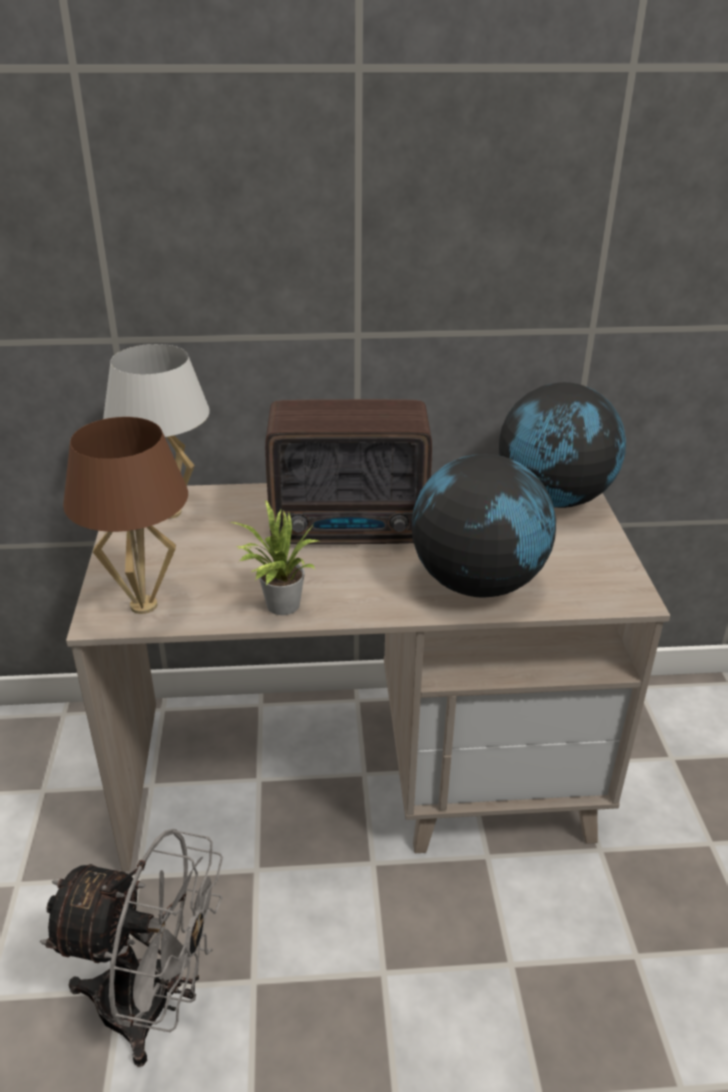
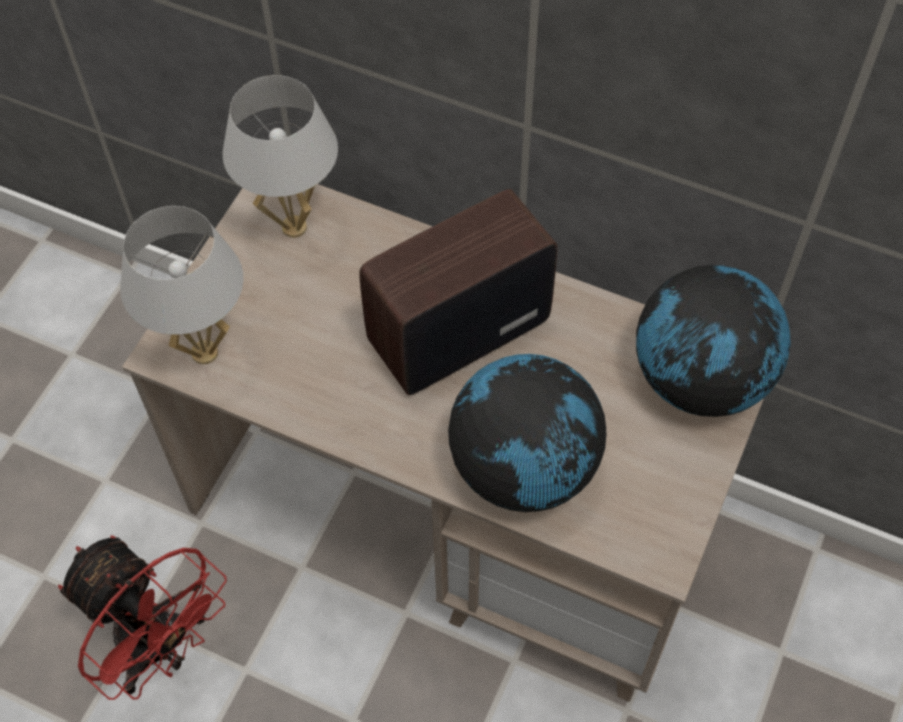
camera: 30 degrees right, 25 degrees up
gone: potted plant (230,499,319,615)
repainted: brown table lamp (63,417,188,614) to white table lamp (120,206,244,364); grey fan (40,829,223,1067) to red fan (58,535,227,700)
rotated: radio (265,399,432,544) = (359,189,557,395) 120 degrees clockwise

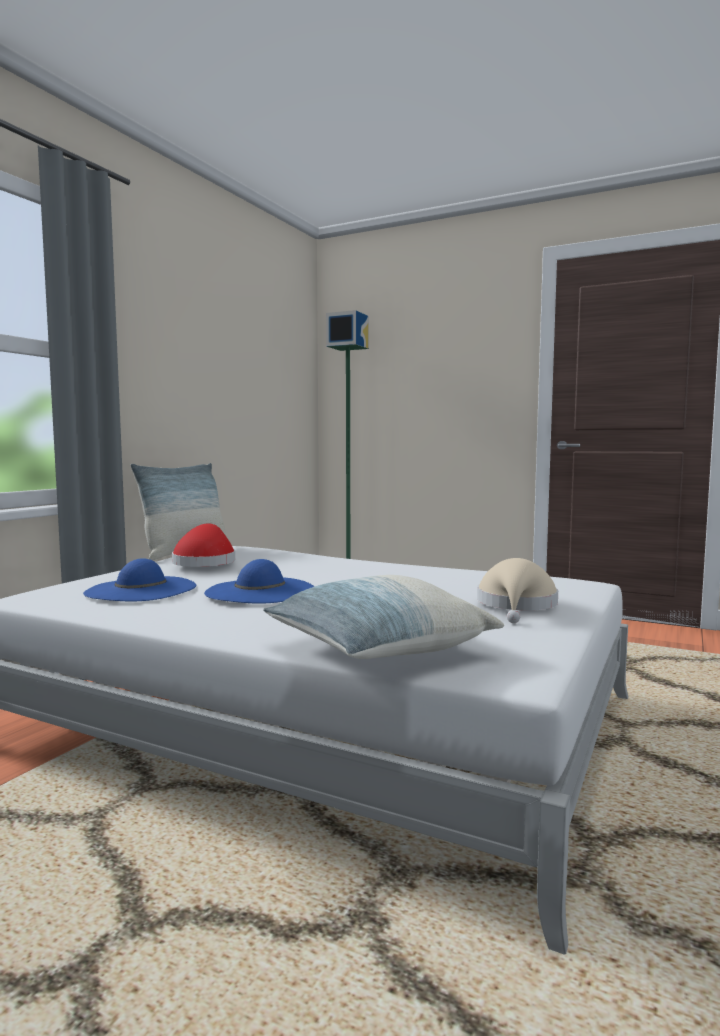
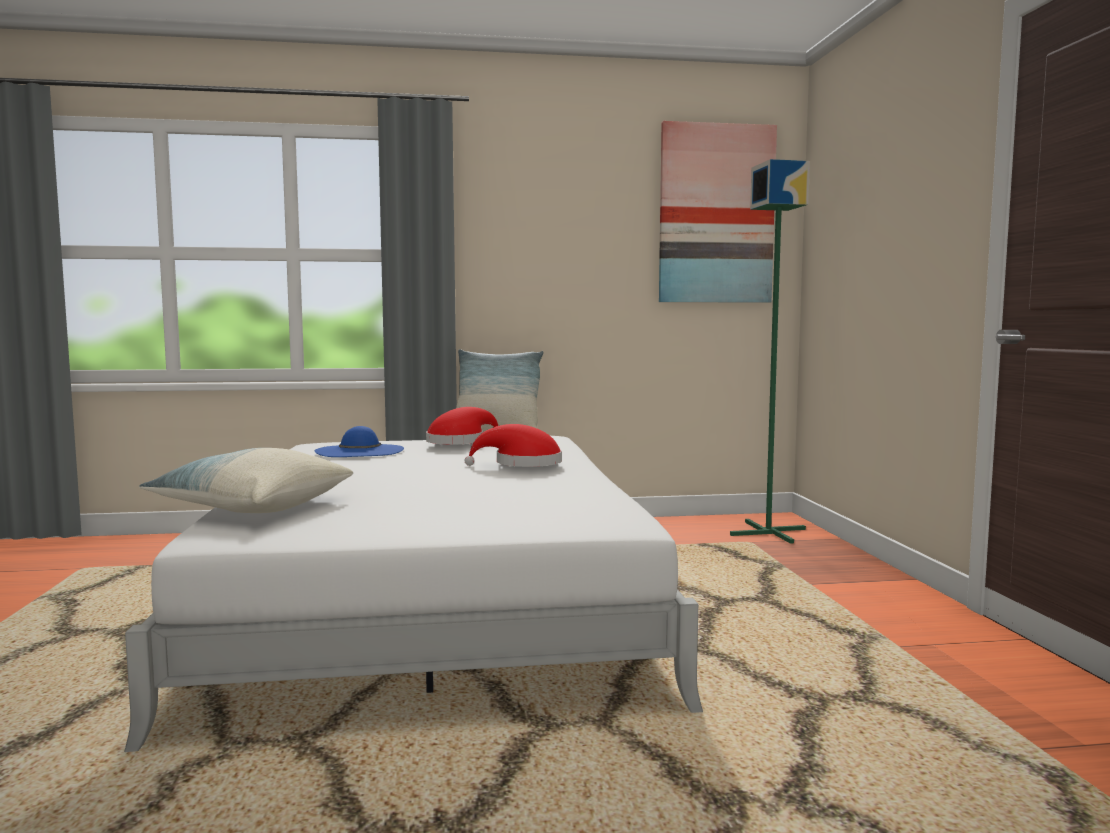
camera: 55 degrees right, 0 degrees up
gone: beige hat (477,558,558,623); blue hat (204,559,314,604)
new: picture (659,121,777,303); red hat (465,424,562,467)

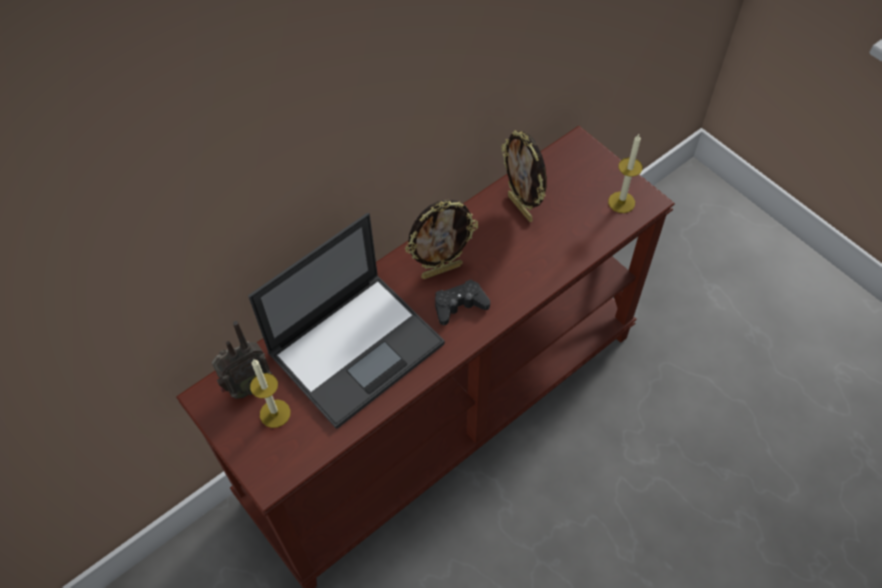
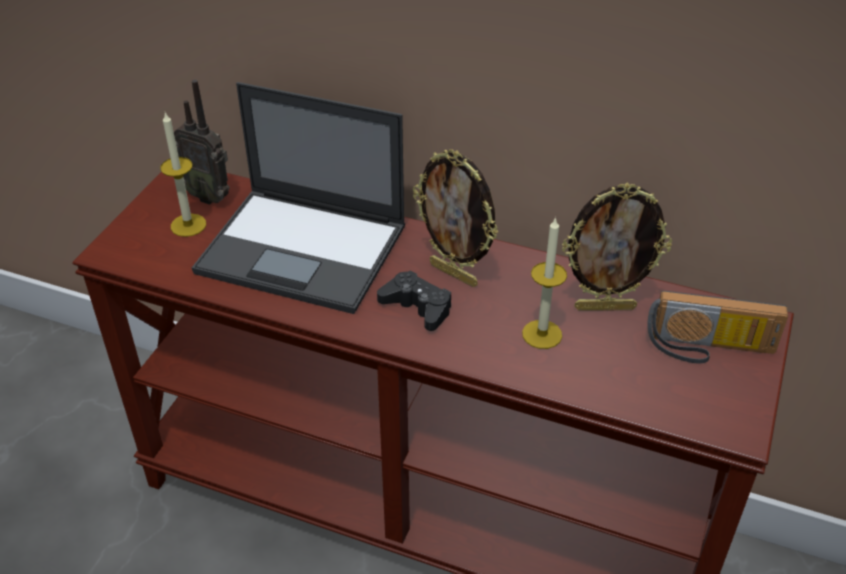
camera: 60 degrees right, 15 degrees down
new: radio (647,291,788,364)
shifted: candle (608,134,643,213) to (522,217,567,349)
rotated: picture frame (501,130,547,222) = (562,183,672,311) 120 degrees counterclockwise

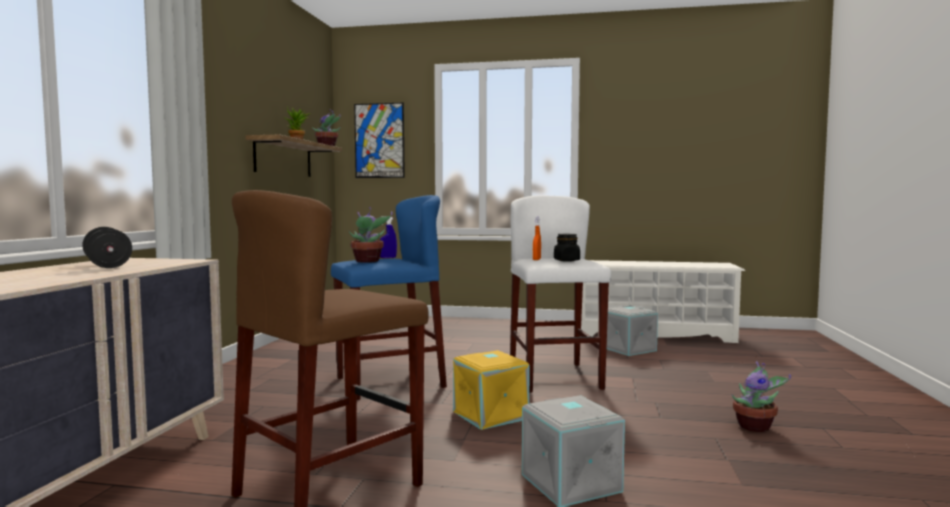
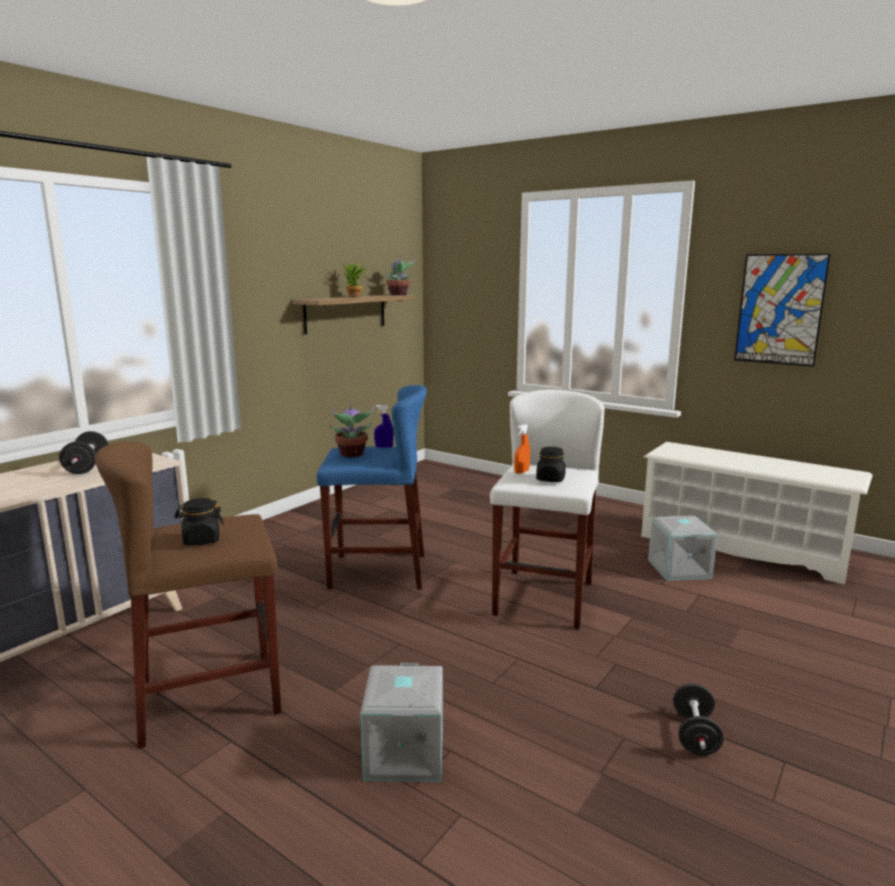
camera: 25 degrees right, 10 degrees up
gone: yellow storage box (453,350,530,430)
new: black jar (175,498,224,546)
shifted: picture (354,103,405,178) to (734,254,831,367)
swapped: potted plant (732,361,791,432) to black dumbbell (673,683,723,755)

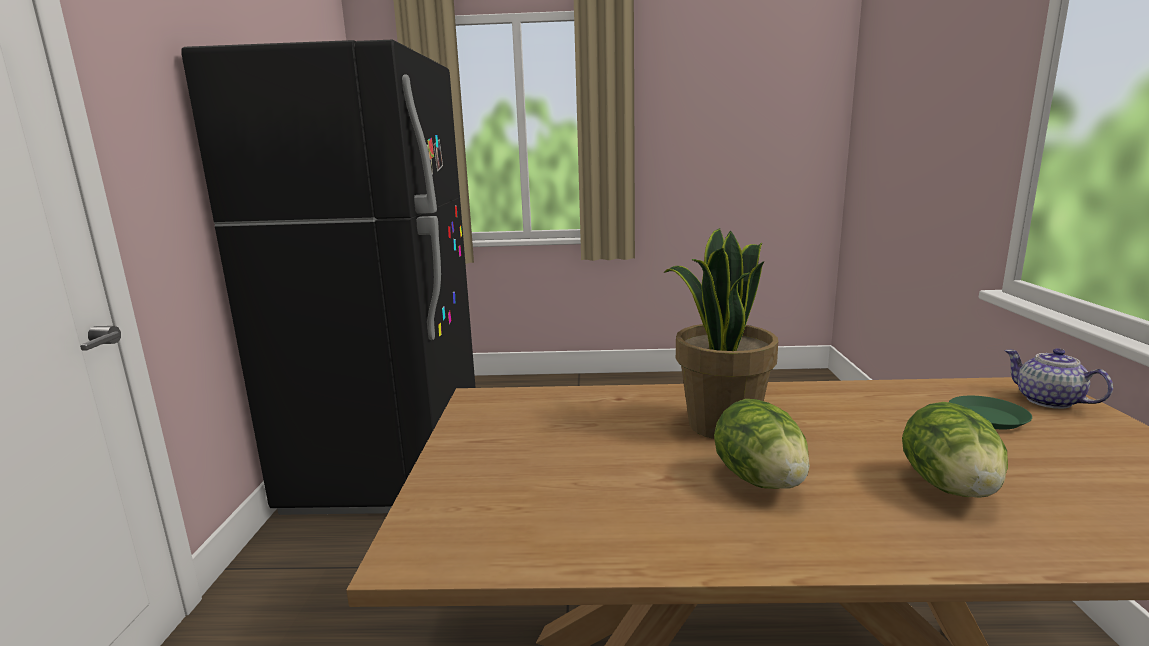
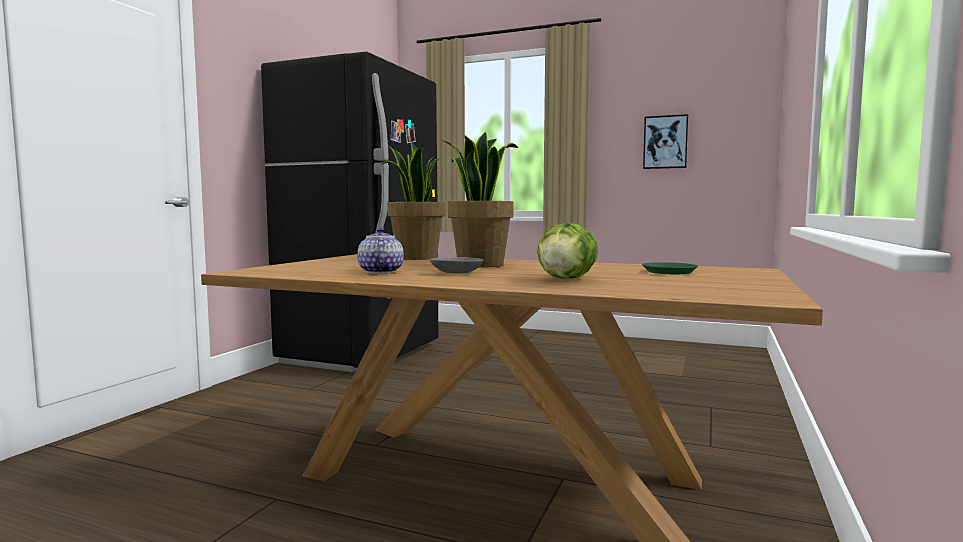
camera: 20 degrees right, 10 degrees down
new: picture (643,114,688,169); potted plant (381,142,445,260)
shifted: teapot (1004,348,1113,409) to (357,228,404,274)
swapped: lettuce (714,399,810,489) to grey bowl (430,257,484,273)

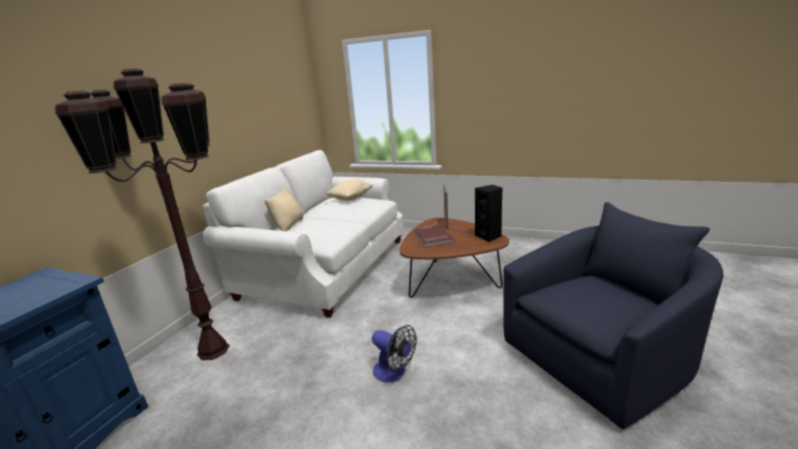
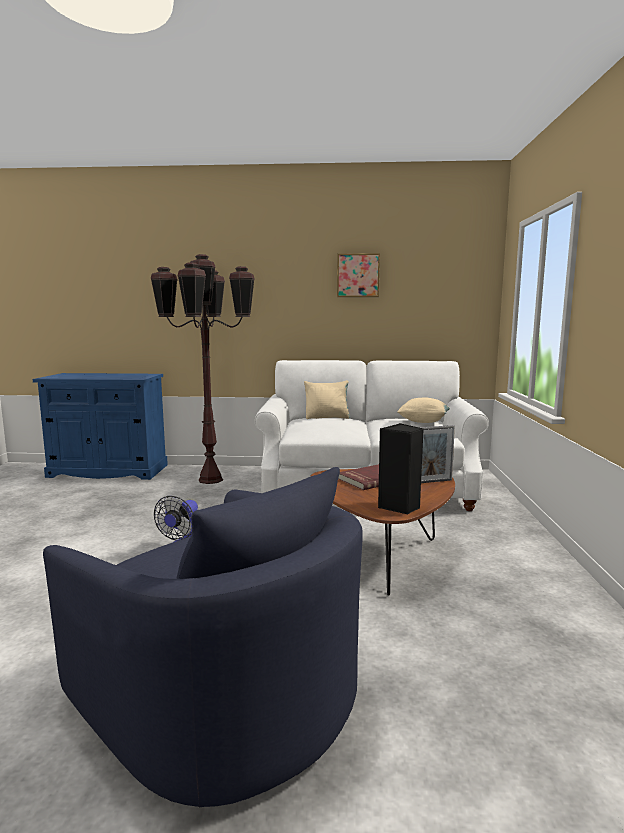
camera: 70 degrees right, 10 degrees down
new: picture (337,253,380,297)

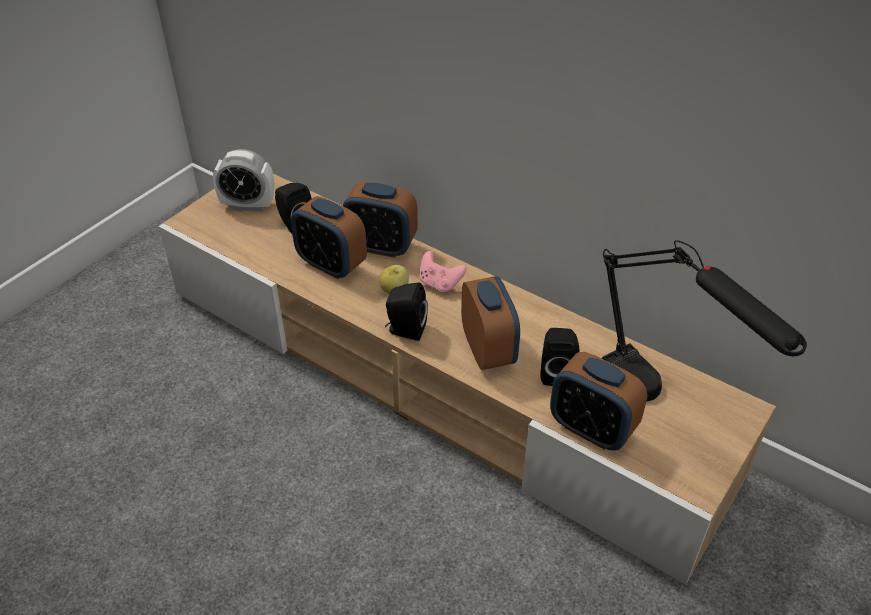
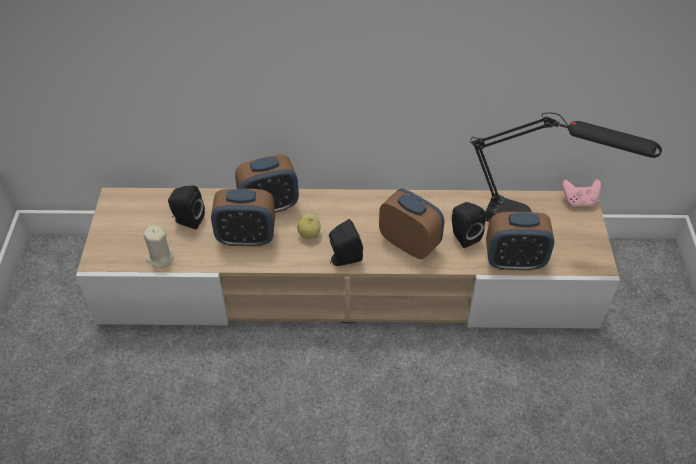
camera: 35 degrees left, 5 degrees up
gone: alarm clock (213,149,274,211)
new: beige candle (143,225,174,268)
shifted: pink game controller (419,251,466,293) to (562,179,601,206)

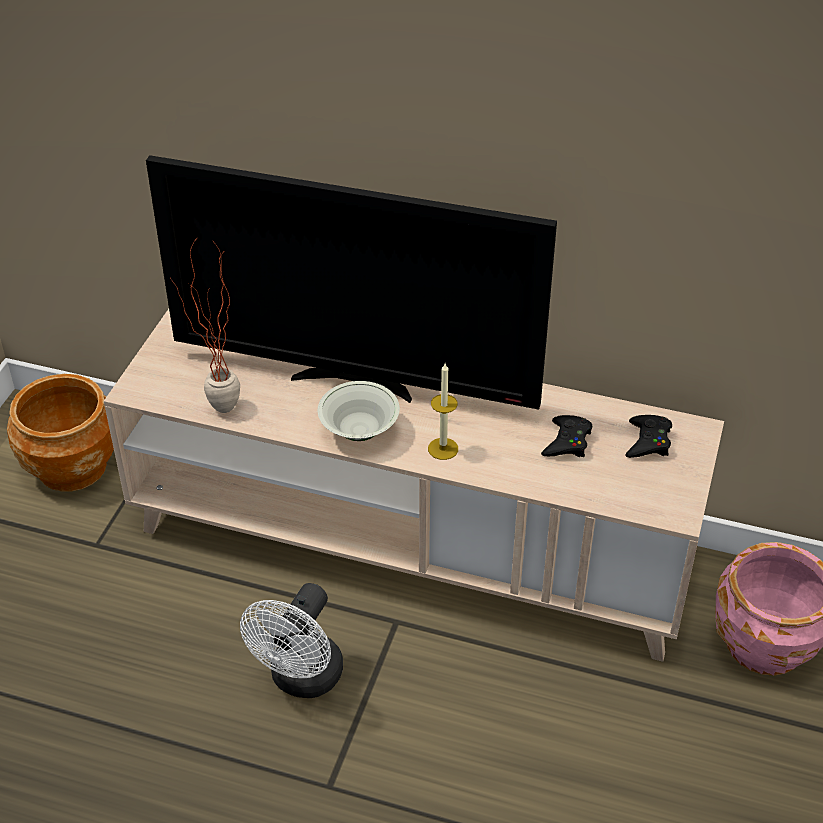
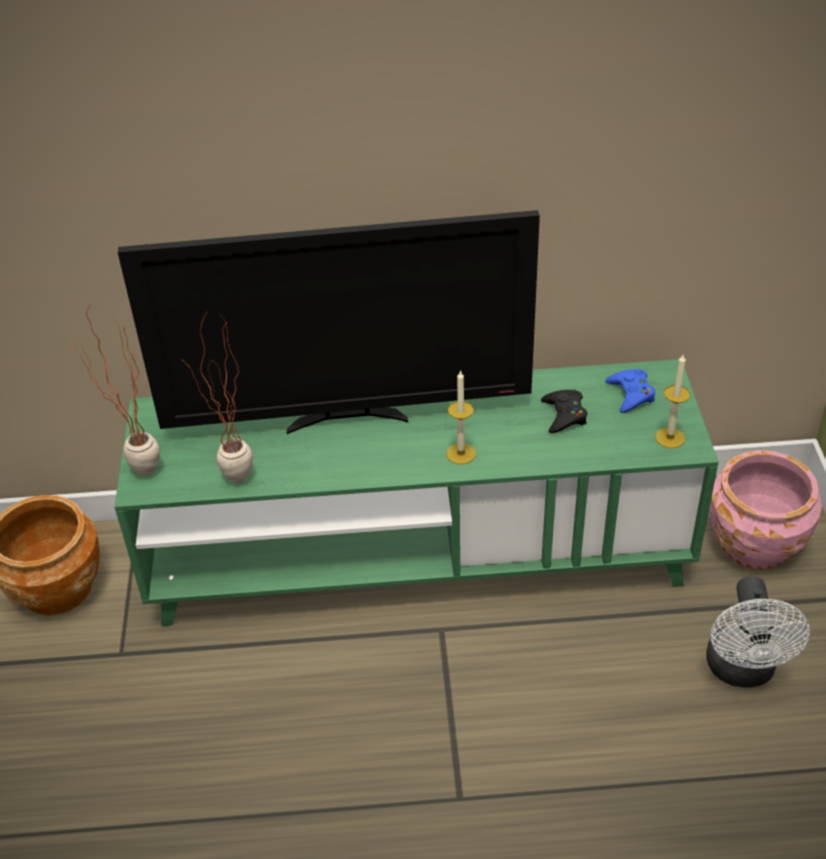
camera: 20 degrees left, 0 degrees up
gone: white bowl (318,381,400,441)
new: potted plant (71,305,160,476); candle (655,355,690,448)
shifted: white fan (240,583,343,698) to (706,576,810,688)
repainted: beige tv stand (104,309,724,662) to green tv stand (114,359,719,626); black game controller (625,415,672,458) to blue game controller (605,369,656,413)

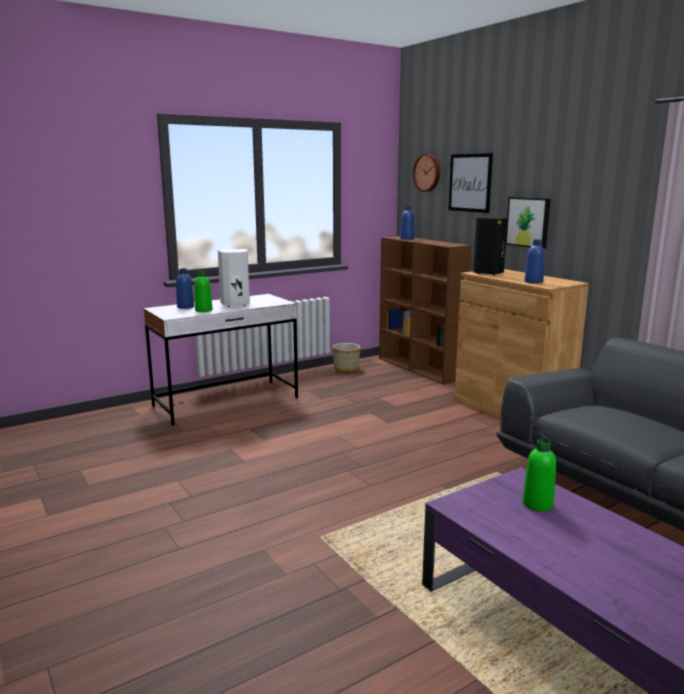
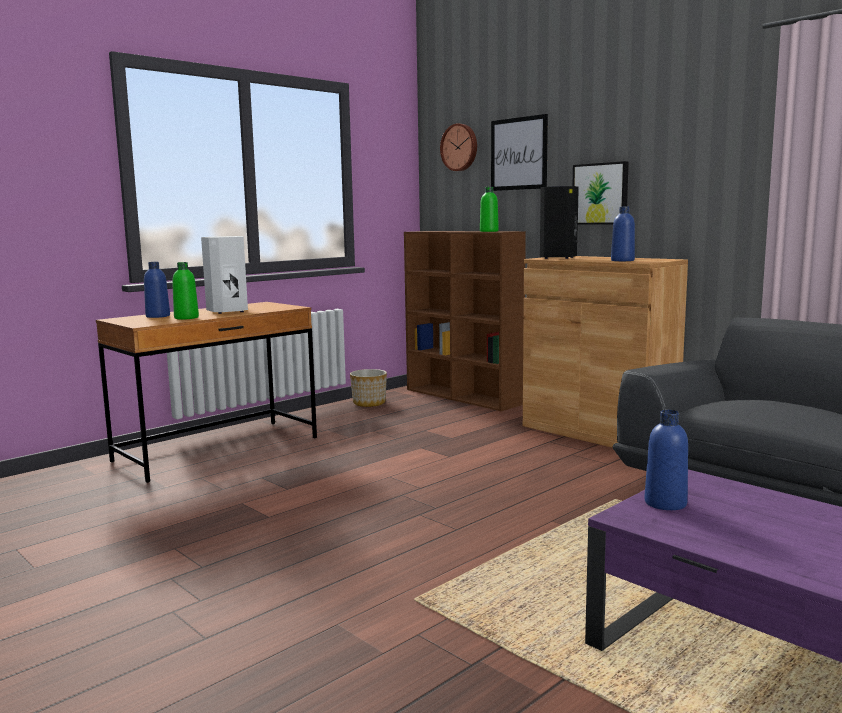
camera: 10 degrees left, 5 degrees down
shifted: blue bottle (400,206,414,240) to (644,410,688,510); green bottle (523,439,556,512) to (480,187,499,232)
repainted: white desk (143,294,298,426) to brown desk (96,302,317,483)

